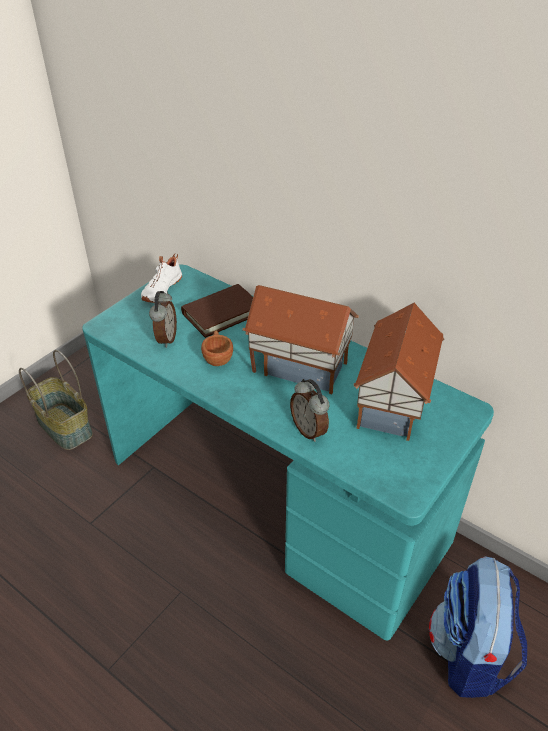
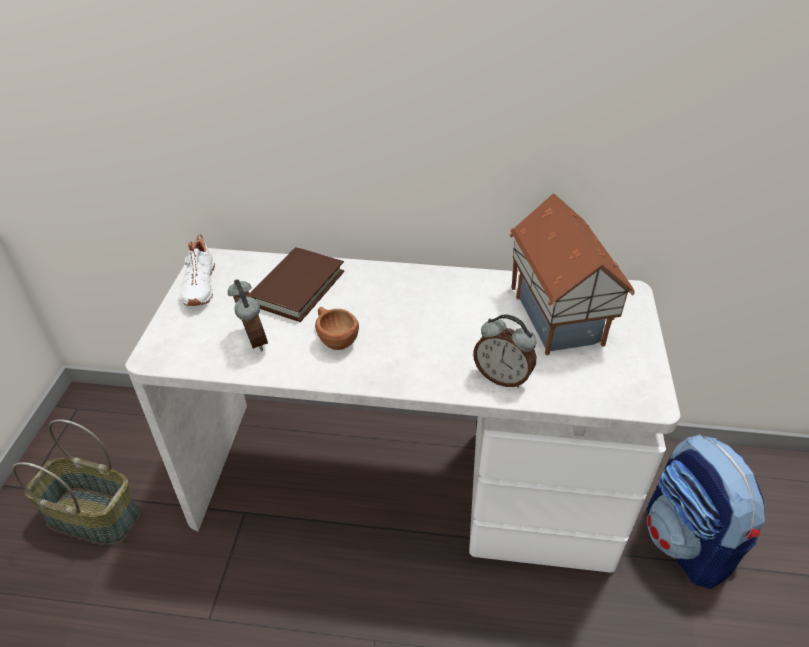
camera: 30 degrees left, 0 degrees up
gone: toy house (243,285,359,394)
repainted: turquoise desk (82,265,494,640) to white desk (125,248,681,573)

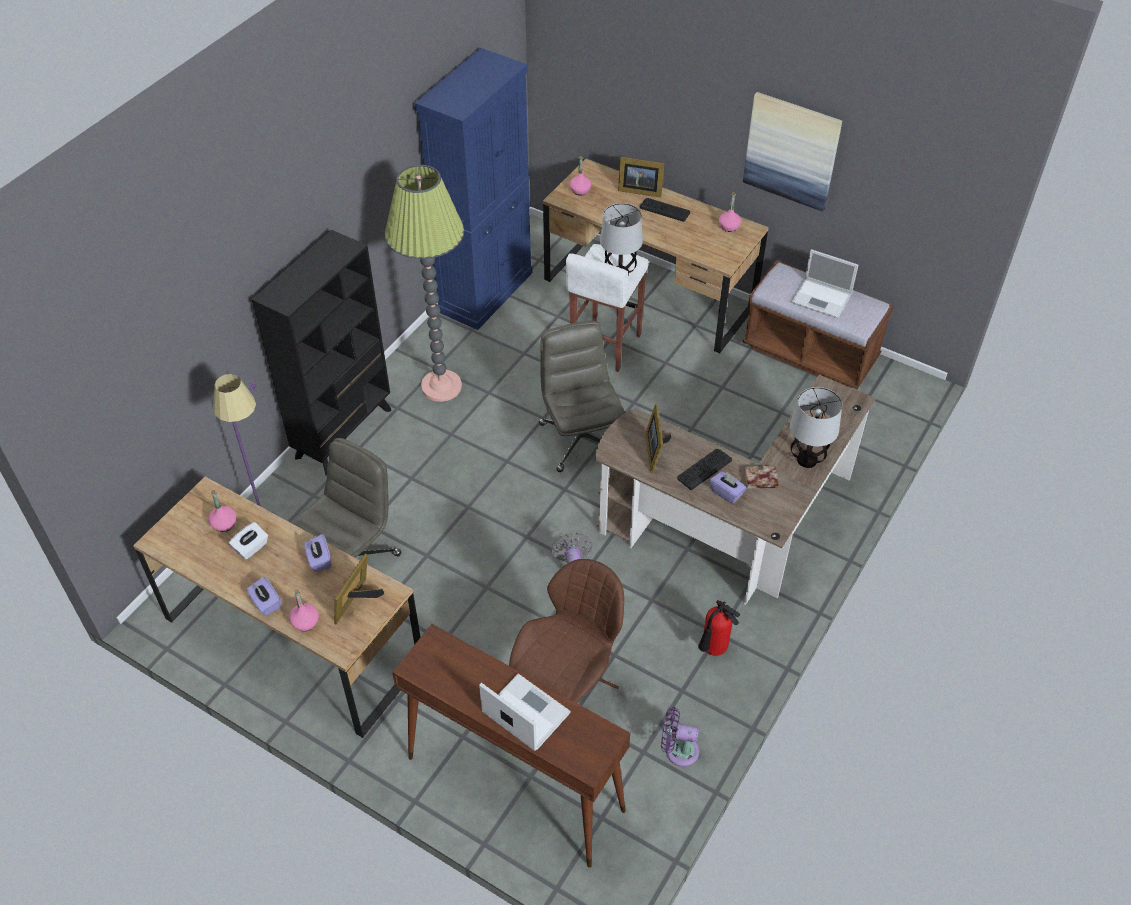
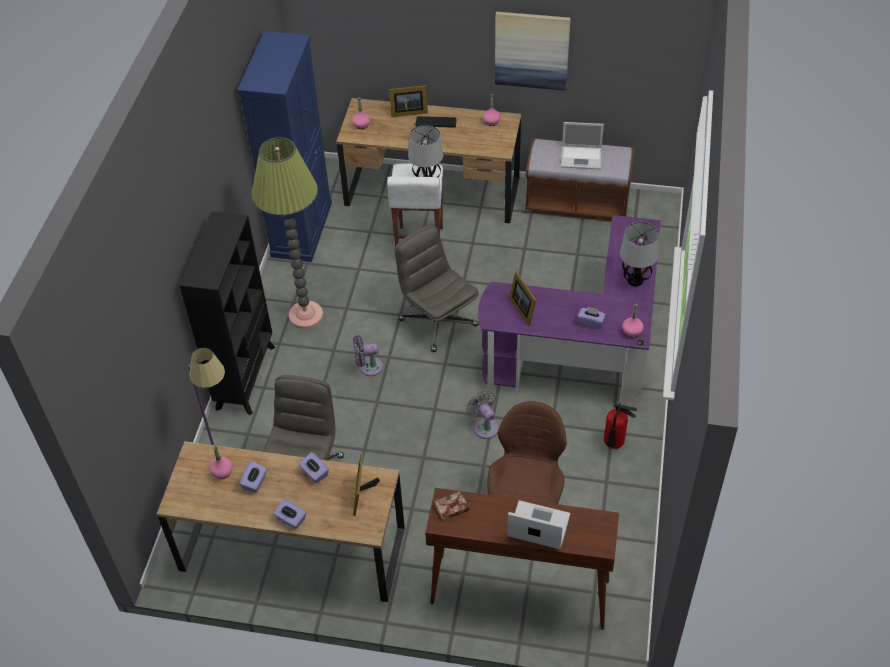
camera: 20 degrees left, 0 degrees up
gone: keyboard (677,449,732,490)
shifted: book (744,465,779,489) to (435,491,470,521); pink bottle (289,589,319,631) to (622,304,644,337); purple fan (661,707,699,767) to (353,335,383,376)
repainted: brown desk (595,375,876,605) to purple desk (478,215,661,404); white tissue box (229,522,268,560) to purple tissue box (240,461,267,493)

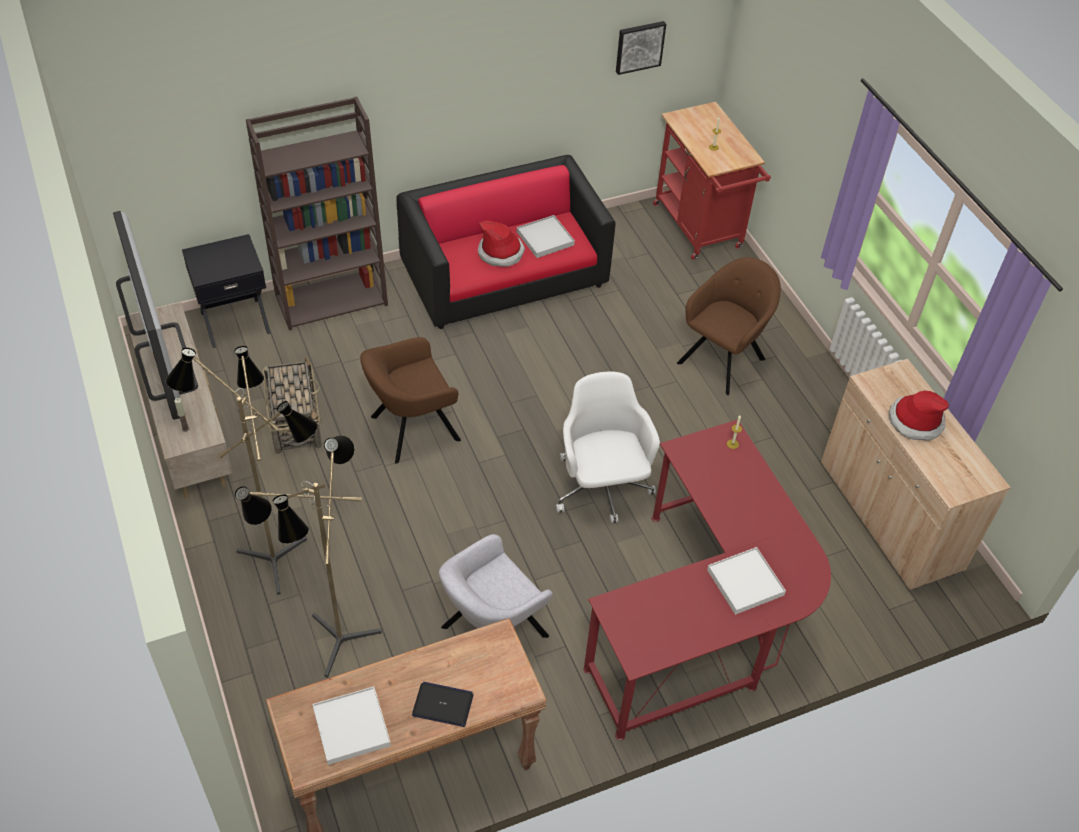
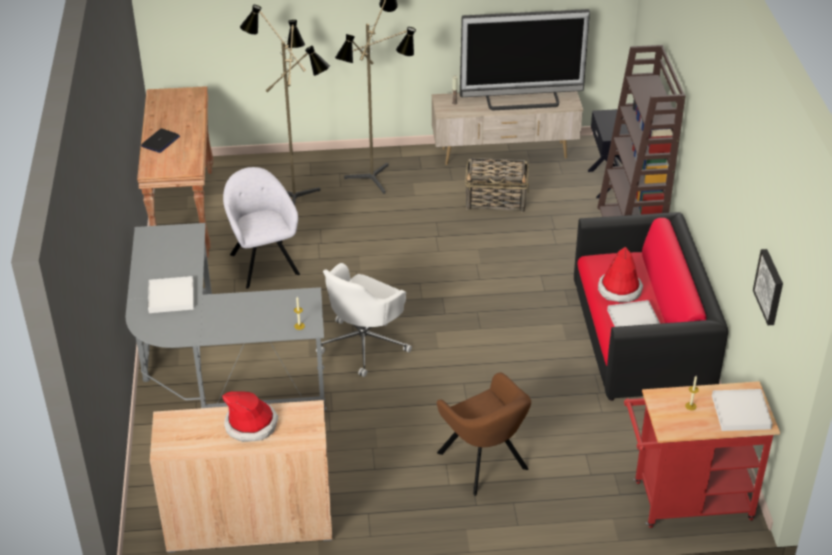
camera: 110 degrees right, 10 degrees down
gone: brown armchair (360,337,461,464)
shifted: white tray (312,686,391,765) to (712,389,772,431)
repainted: red desk (584,420,831,740) to grey desk (126,223,327,411)
rotated: white office chair (556,372,660,524) = (316,263,412,377) 120 degrees clockwise

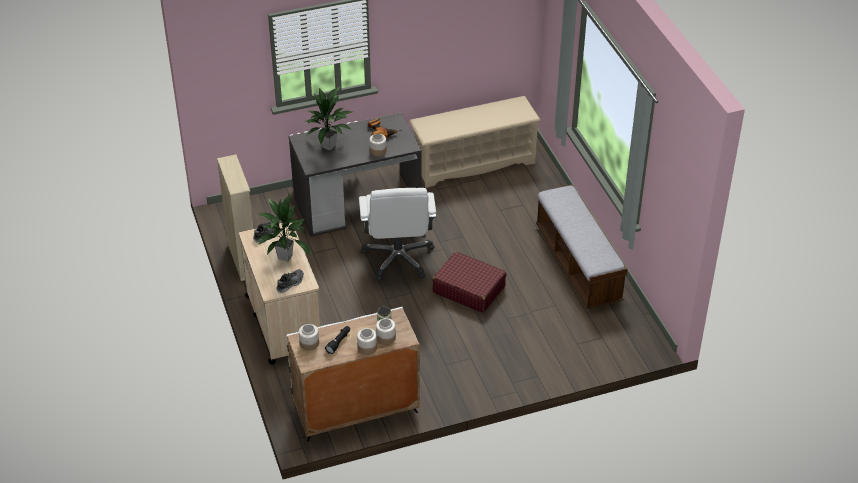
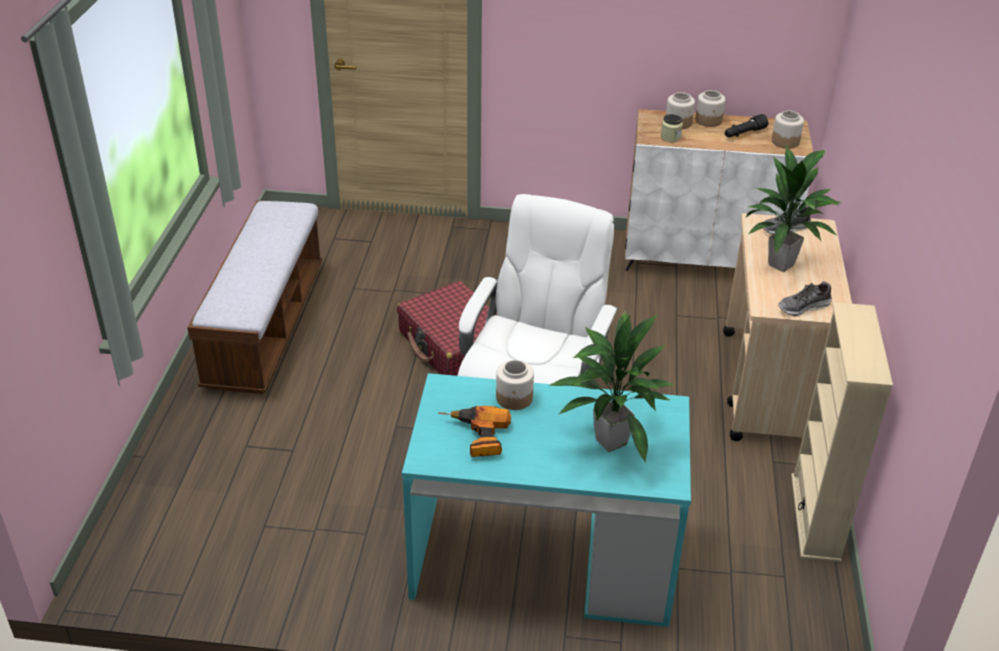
camera: 155 degrees left, 5 degrees down
gone: beige shoe rack (409,96,541,188)
repainted: grey desk (288,113,422,237) to turquoise desk (402,373,691,627)

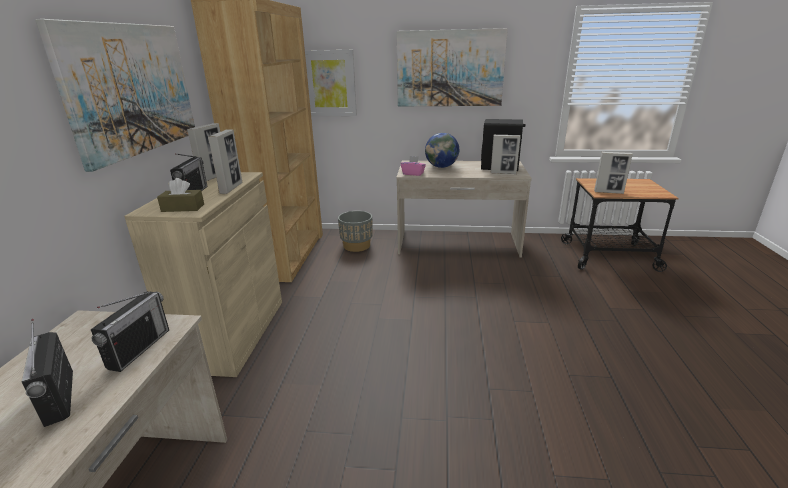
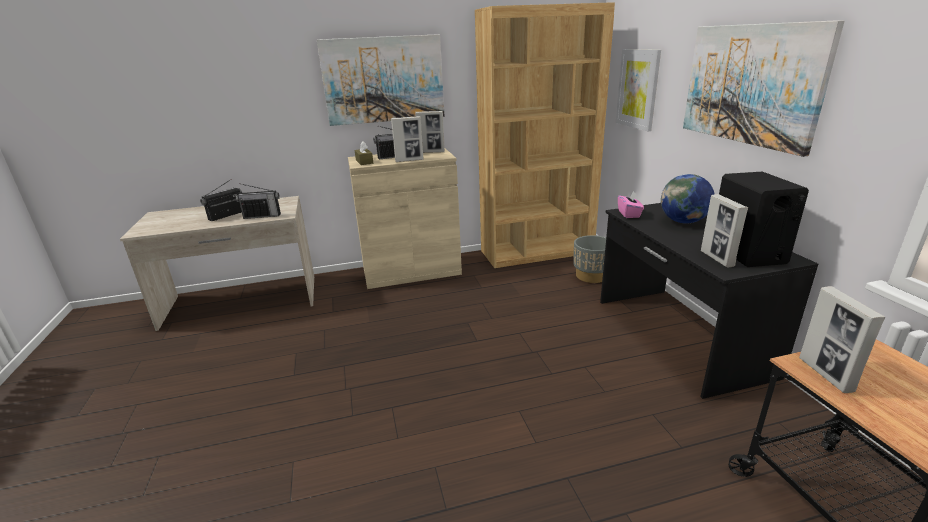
camera: 70 degrees right, 0 degrees up
repainted: beige desk (396,161,532,258) to black desk (600,203,818,399)

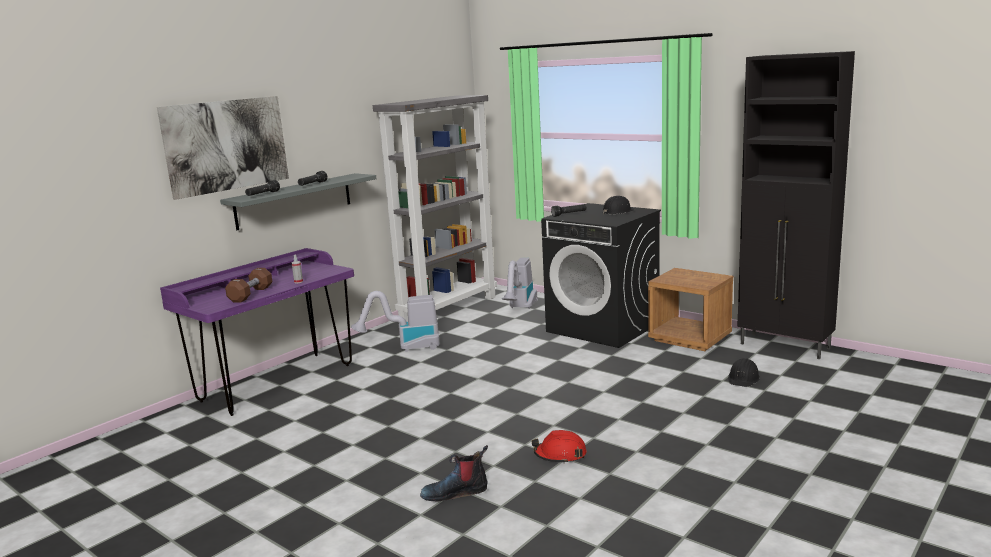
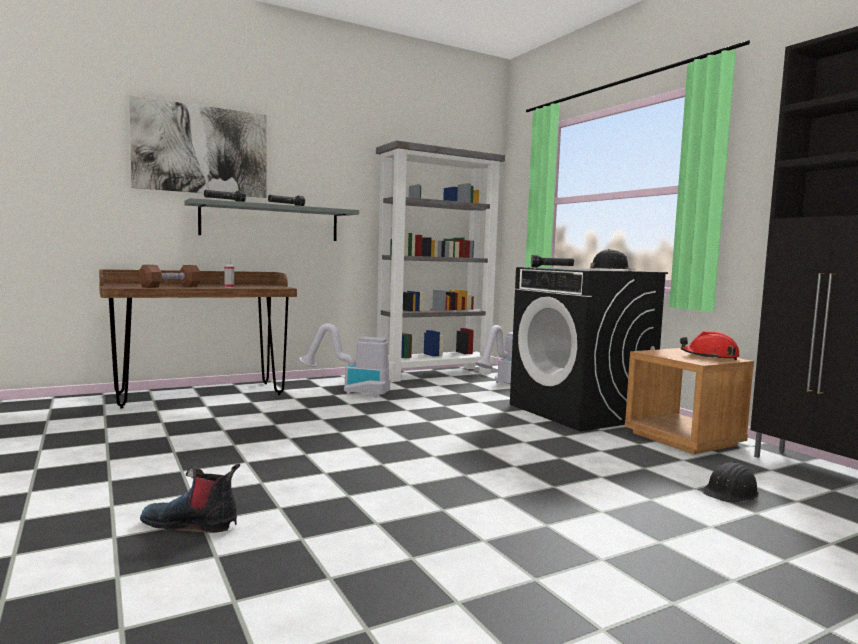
camera: 20 degrees right, 10 degrees down
shifted: red hard hat (531,430,587,464) to (680,331,740,361)
repainted: purple desk (160,248,354,416) to brown desk (99,269,297,408)

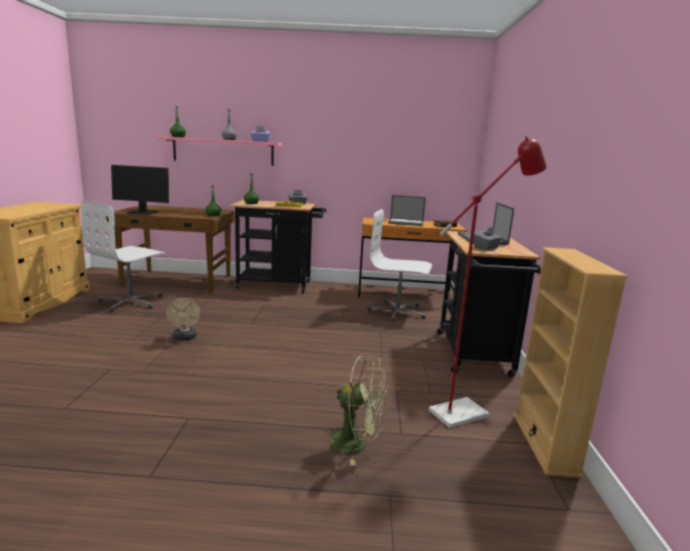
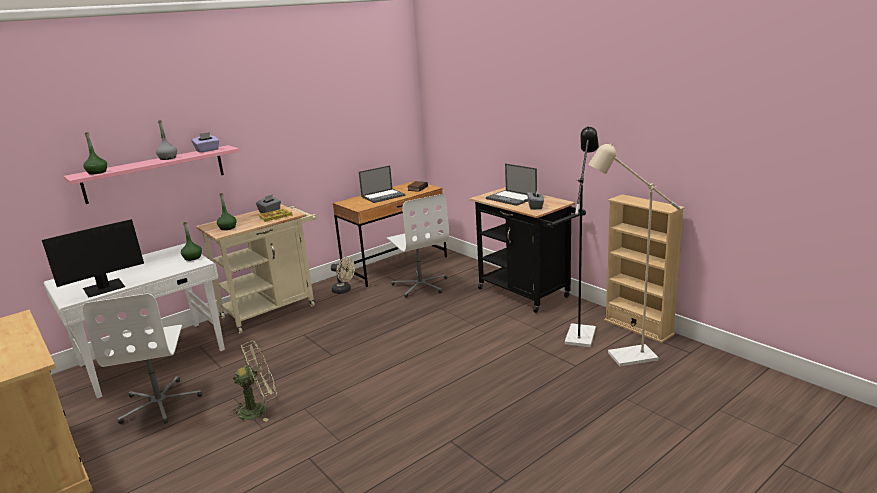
camera: 40 degrees left, 5 degrees up
new: beige floor lamp (588,142,680,367)
shifted: beige fan (167,298,200,341) to (331,257,355,294); green fan (324,356,387,465) to (229,341,277,422)
repainted: red floor lamp (429,136,547,428) to black floor lamp (565,126,599,347); black cart (230,200,327,293) to beige cart (196,204,317,334); brown desk (106,205,234,293) to white desk (44,243,225,398)
rotated: white office chair (368,209,432,322) = (387,194,449,298) 90 degrees counterclockwise

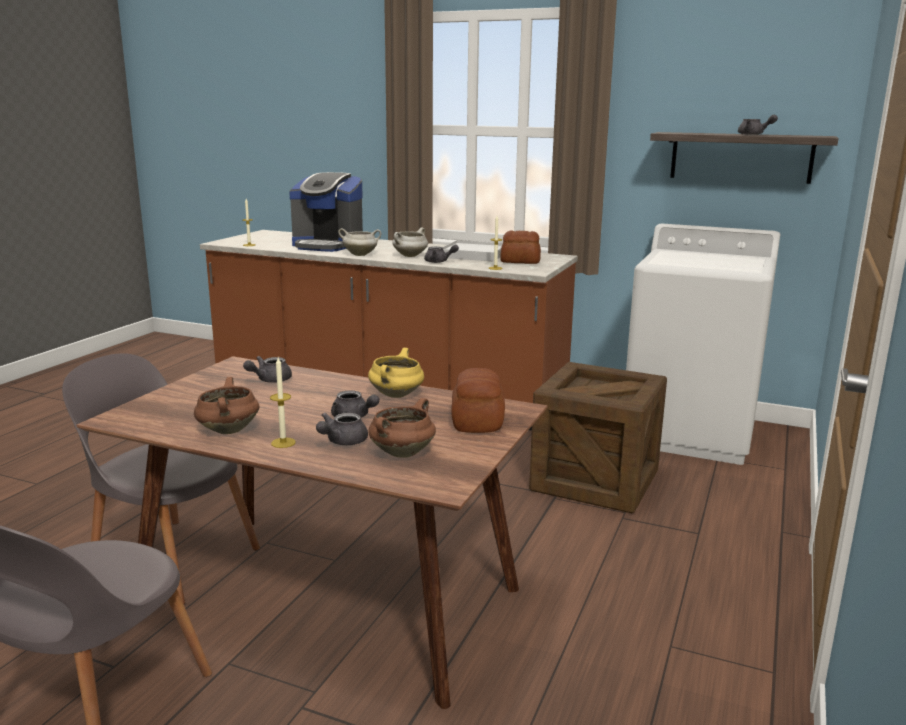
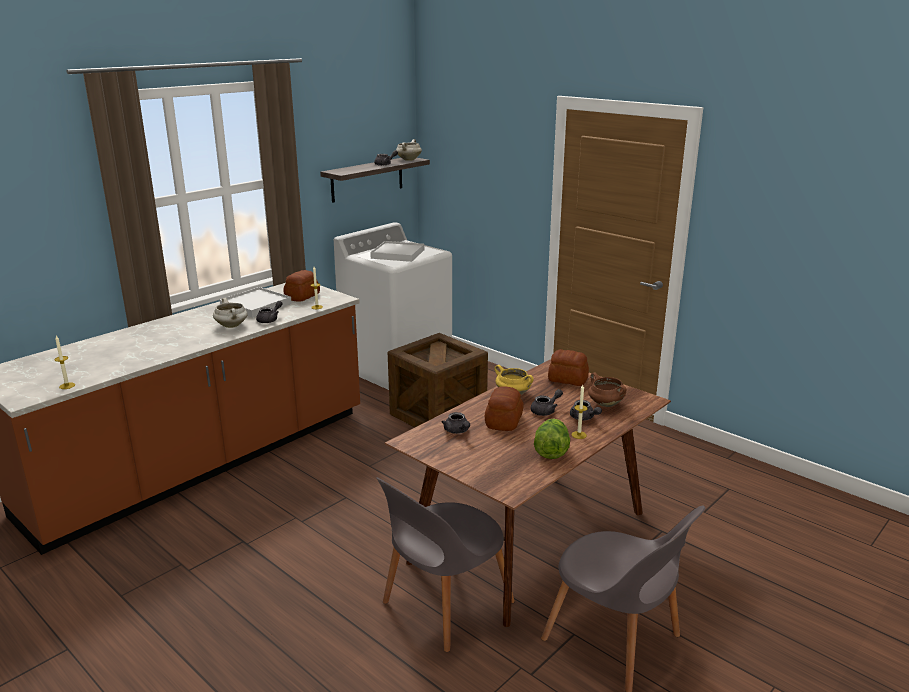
camera: 70 degrees left, 5 degrees up
gone: coffee machine (289,172,363,252)
new: white tray (370,241,425,262); bread (485,386,524,431)
shifted: white cooking pot (338,228,381,256) to (396,139,422,161)
swapped: brown cooking pot (194,377,259,434) to lettuce (534,419,570,459)

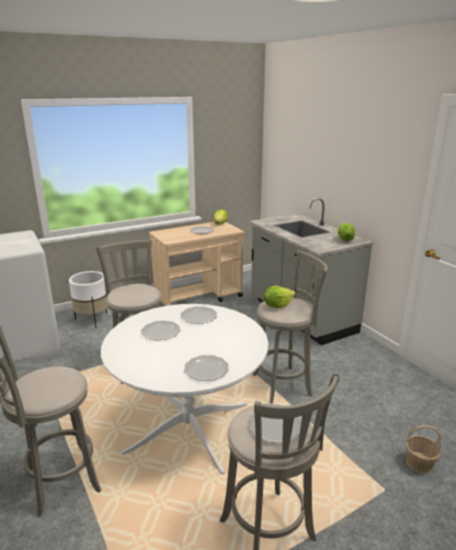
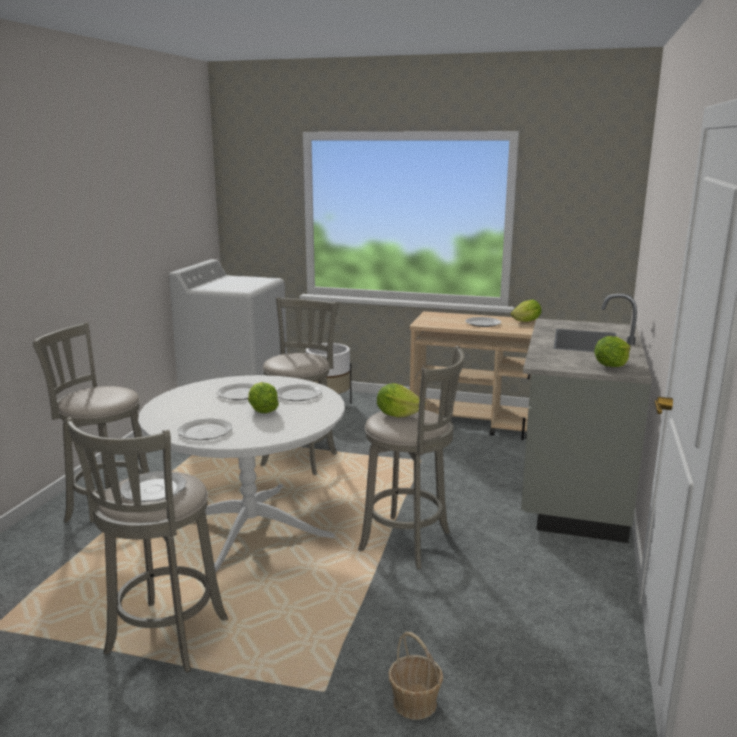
camera: 45 degrees right, 5 degrees down
new: lettuce (248,382,279,413)

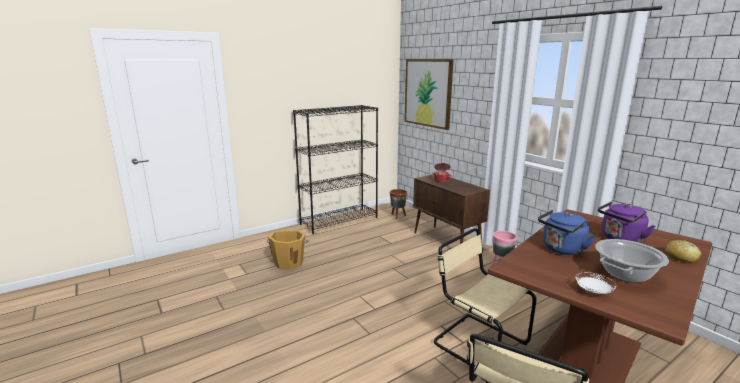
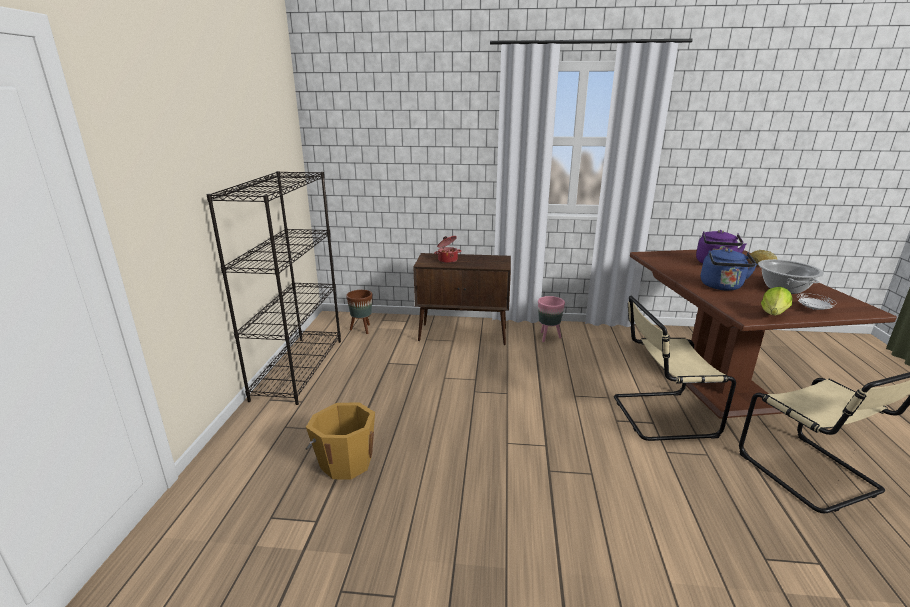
camera: 50 degrees left, 5 degrees up
gone: picture (404,59,453,130)
new: lettuce (761,287,792,316)

